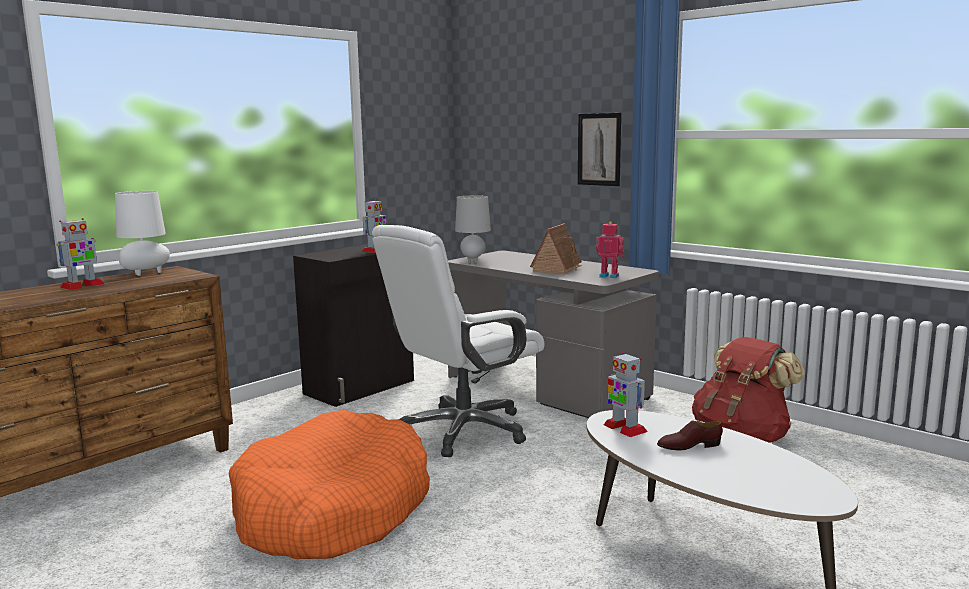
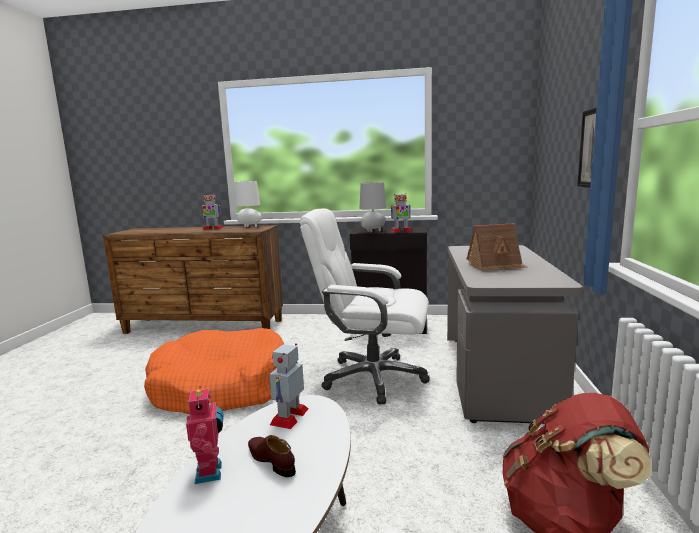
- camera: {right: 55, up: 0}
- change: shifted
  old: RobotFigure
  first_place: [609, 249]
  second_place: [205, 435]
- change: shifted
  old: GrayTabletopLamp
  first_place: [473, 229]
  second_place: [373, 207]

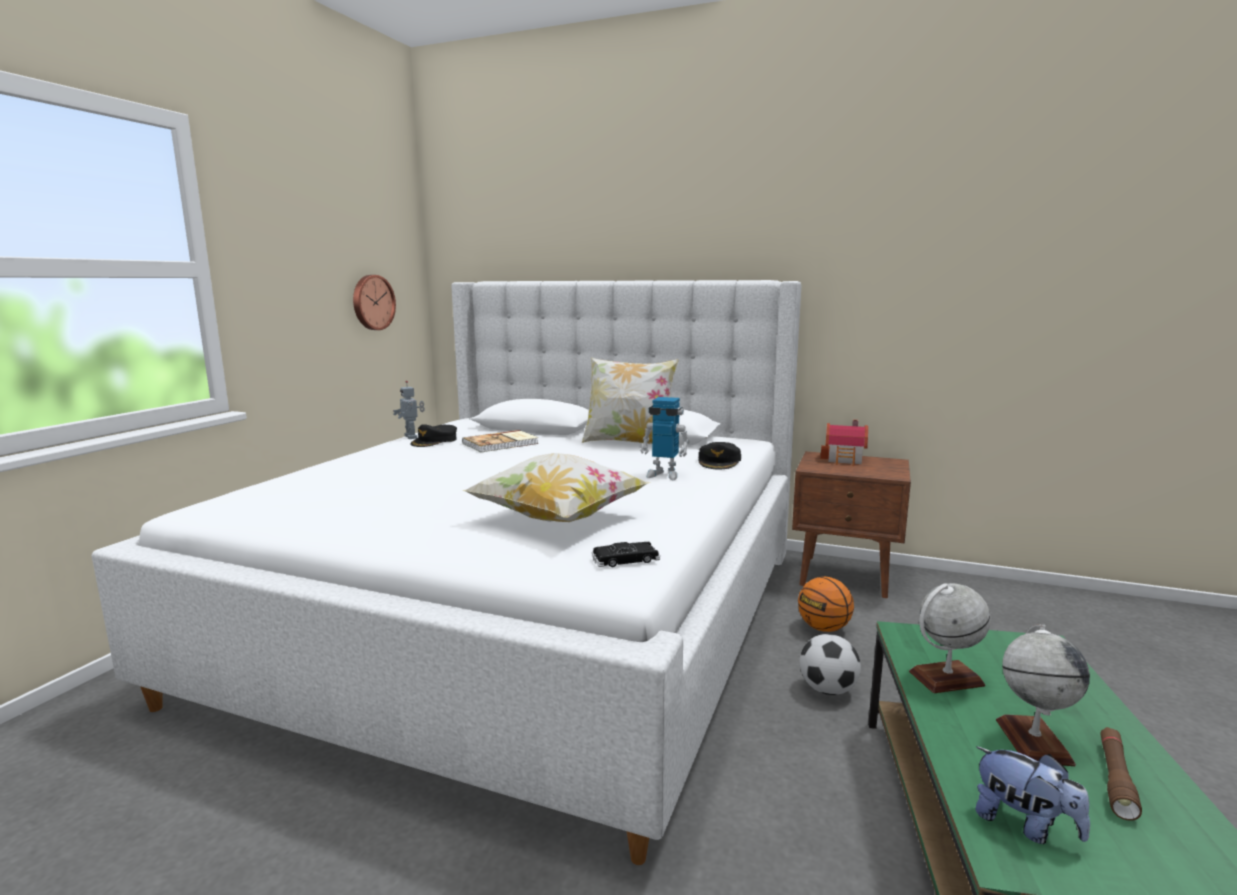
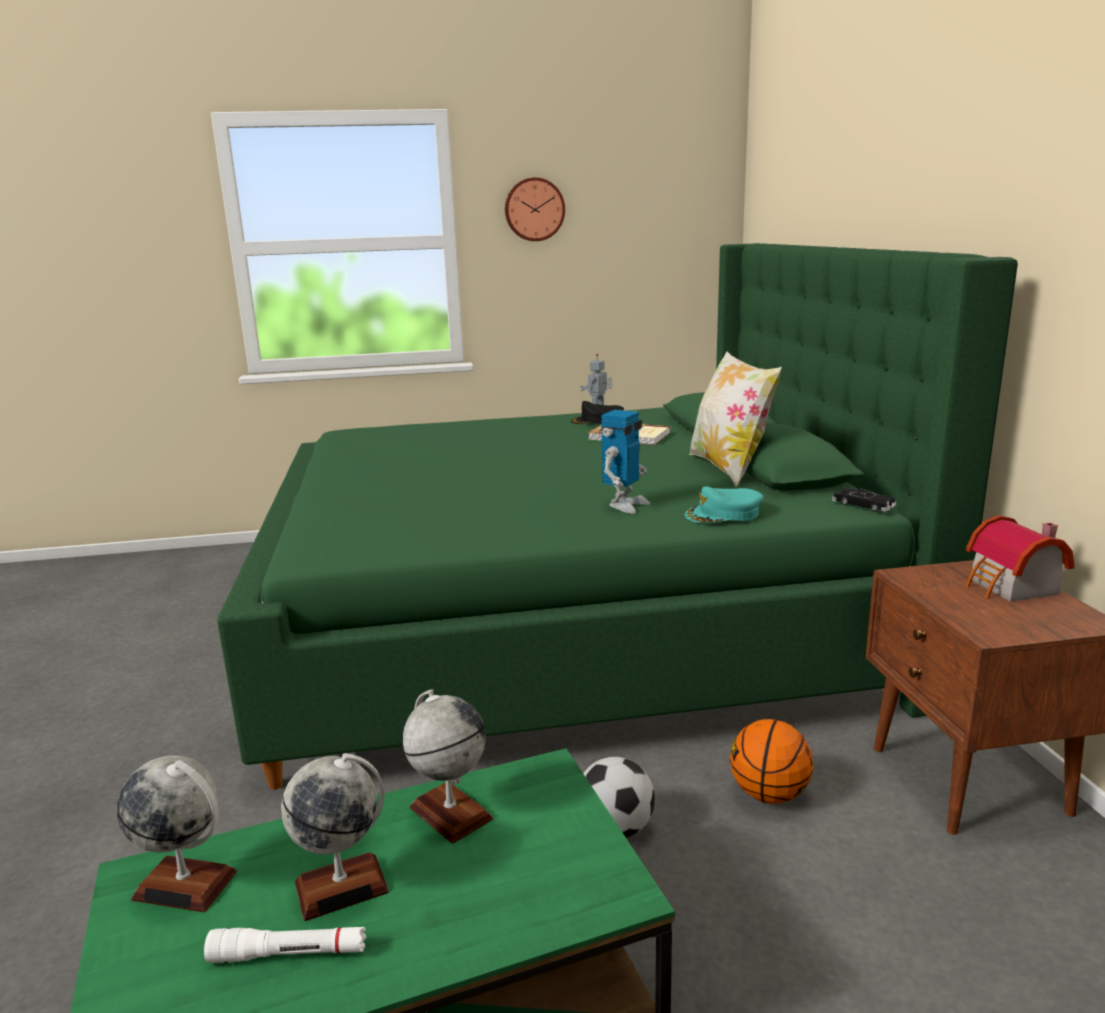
- camera: {right: 60, up: 5}
- change: swapped
  old: SoftToy
  new: WorldGlobe
  first_place: [1032, 795]
  second_place: [177, 833]
- change: repainted
  old: BrownTorch
  new: WhiteColouredTorch
  first_place: [1121, 774]
  second_place: [285, 945]
- change: repainted
  old: WhiteColouredBed
  new: GreenColouredBed
  first_place: [447, 572]
  second_place: [617, 516]
- change: shifted
  old: WallClock
  first_place: [374, 302]
  second_place: [535, 209]
- change: rotated
  old: RobotFigure
  first_place: [665, 438]
  second_place: [625, 462]
  degrees: -135
- change: repainted
  old: BlackCap
  new: TurquoiseCap
  first_place: [720, 455]
  second_place: [724, 504]
- change: shifted
  old: BlackMiniatureCar
  first_place: [626, 554]
  second_place: [864, 500]
- change: gone
  old: ThrowPillow
  first_place: [556, 487]

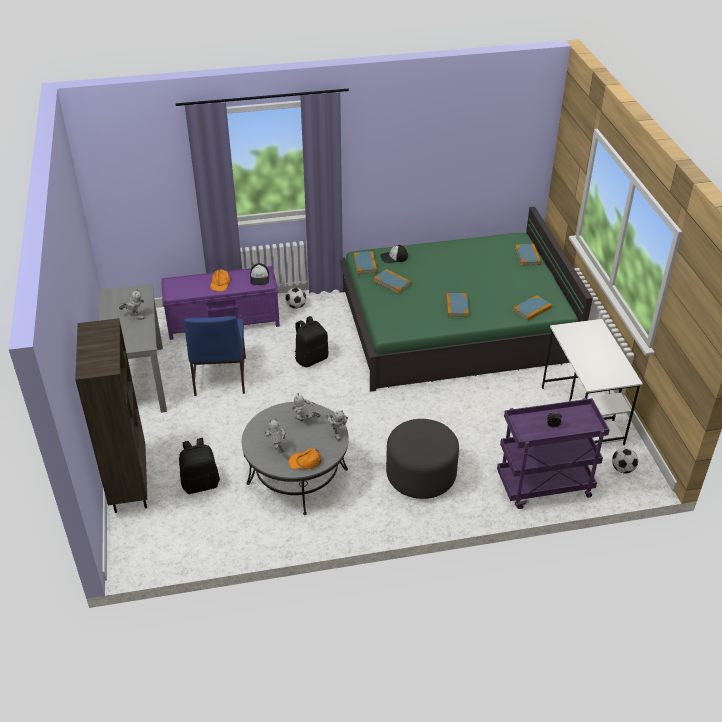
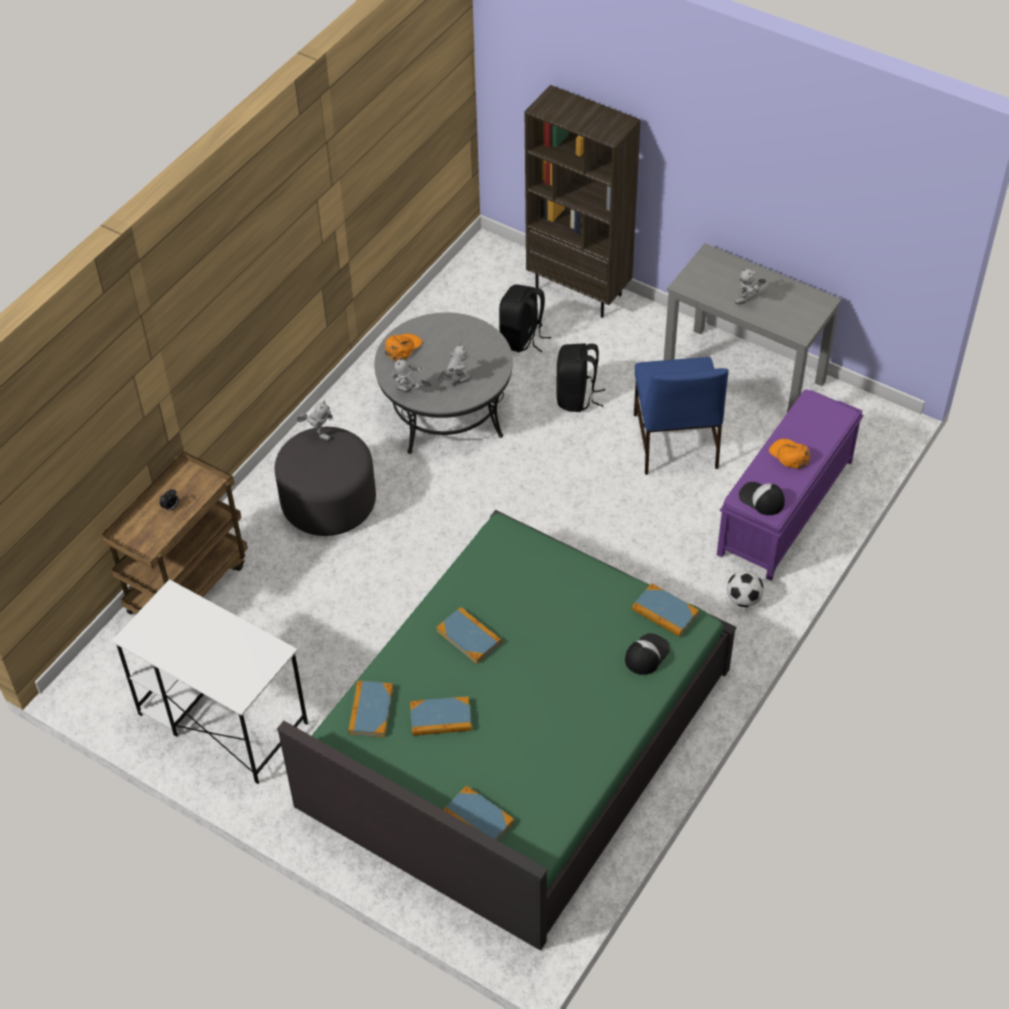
- camera: {right: 135, up: 10}
- change: repainted
  old: PurpleCart
  new: BrownCart
  first_place: [553, 453]
  second_place: [174, 532]
- change: shifted
  old: RobotFigure
  first_place: [275, 435]
  second_place: [315, 421]
- change: shifted
  old: Volume
  first_place: [392, 281]
  second_place: [441, 716]
- change: shifted
  old: BlackBackpack
  first_place: [311, 341]
  second_place: [581, 377]
- change: rotated
  old: BlueColouredPlainChair
  first_place: [215, 356]
  second_place: [681, 416]
  degrees: -135
- change: gone
  old: BallForFootball
  first_place: [625, 460]

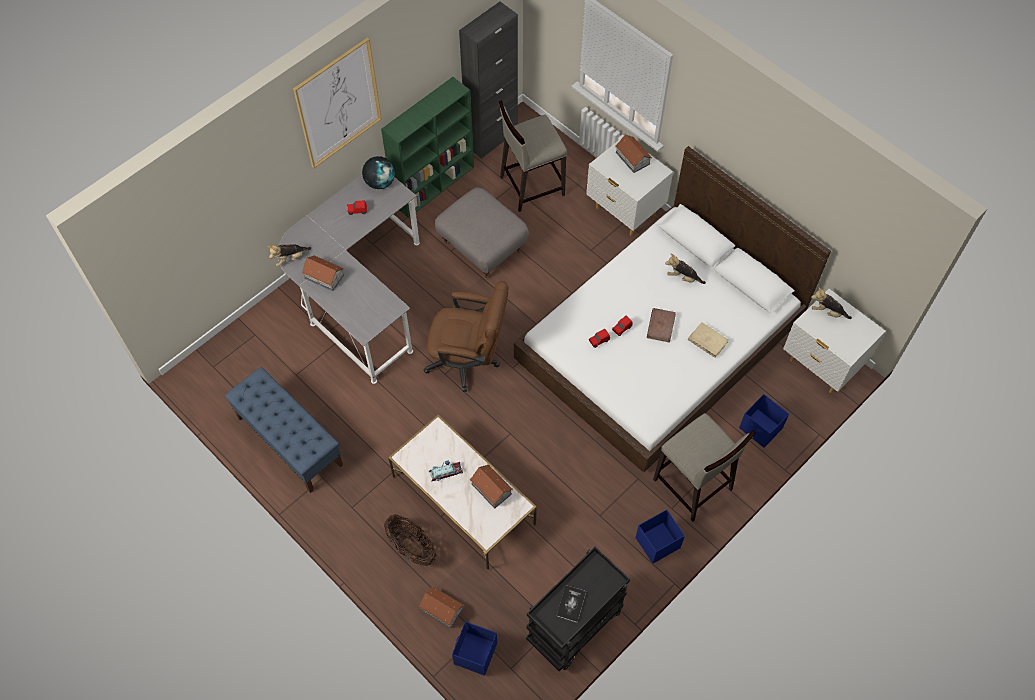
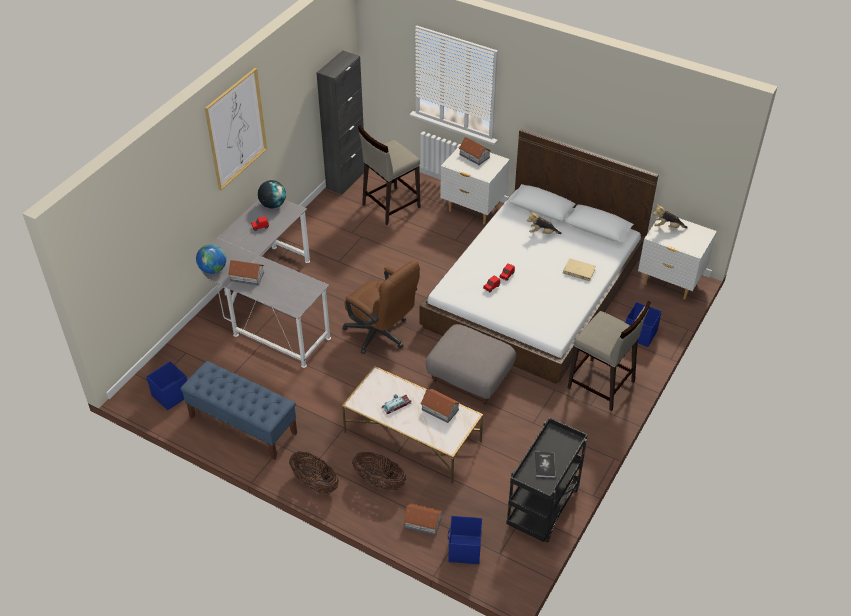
- camera: {right: -15, up: -15}
- change: shifted
  old: BlueColouredStorageBin
  first_place: [660, 537]
  second_place: [166, 385]
- change: swapped
  old: SoftToy
  new: WorldGlobe
  first_place: [289, 255]
  second_place: [211, 259]
- change: new
  new: HouseholdBasket
  second_place: [314, 472]
- change: rotated
  old: BrownComputerChair
  first_place: [466, 336]
  second_place: [381, 307]
  degrees: 45
- change: shifted
  old: GrayPouffe
  first_place: [482, 233]
  second_place: [470, 365]
- change: gone
  old: GreenColouredBookshelf
  first_place: [427, 147]
- change: gone
  old: BrownVolume
  first_place: [661, 325]

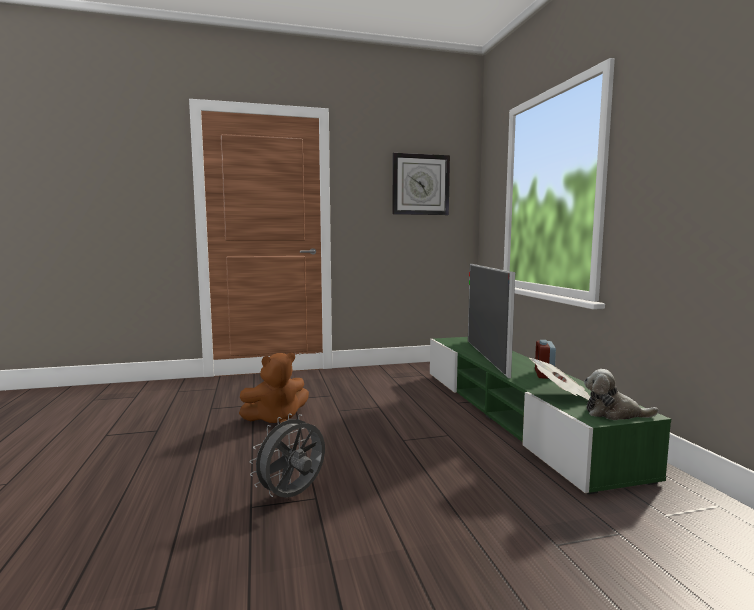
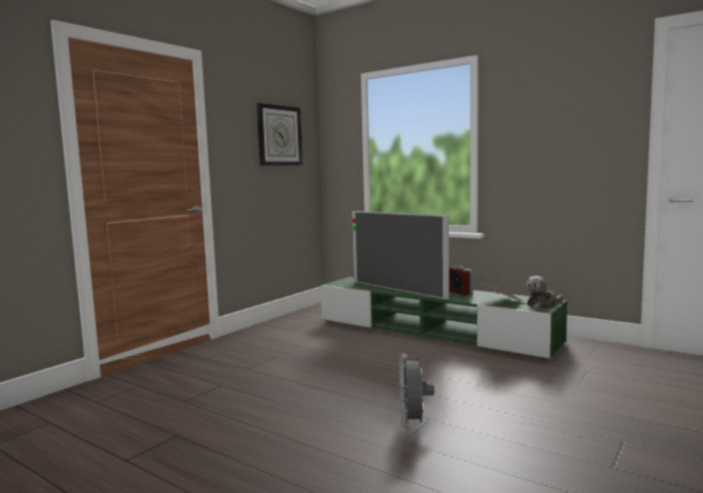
- camera: {right: -40, up: 0}
- change: gone
  old: BrownSoftToy
  first_place: [274, 388]

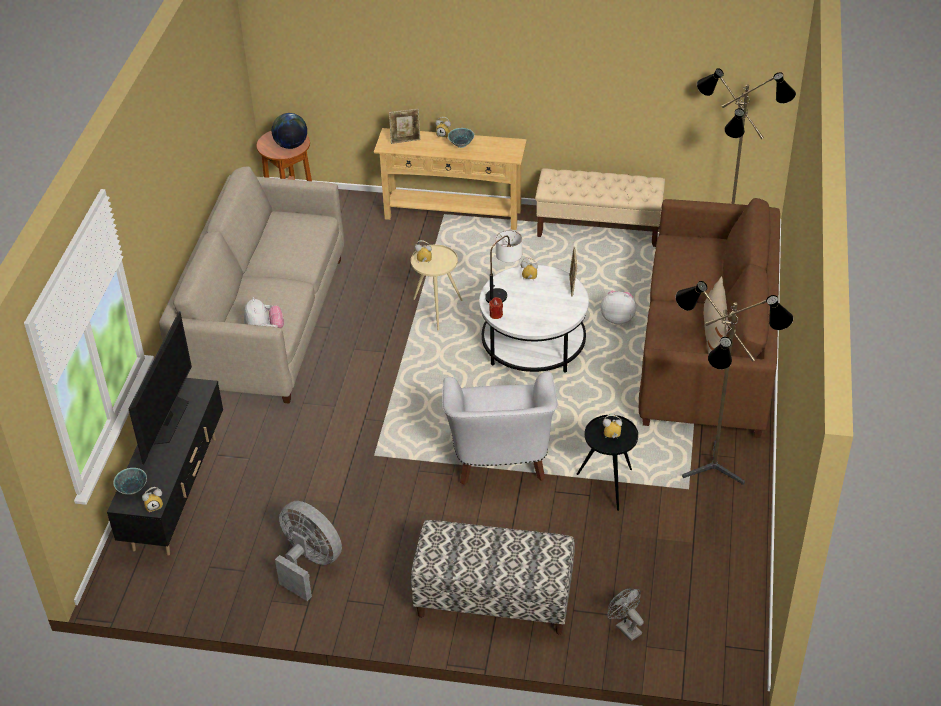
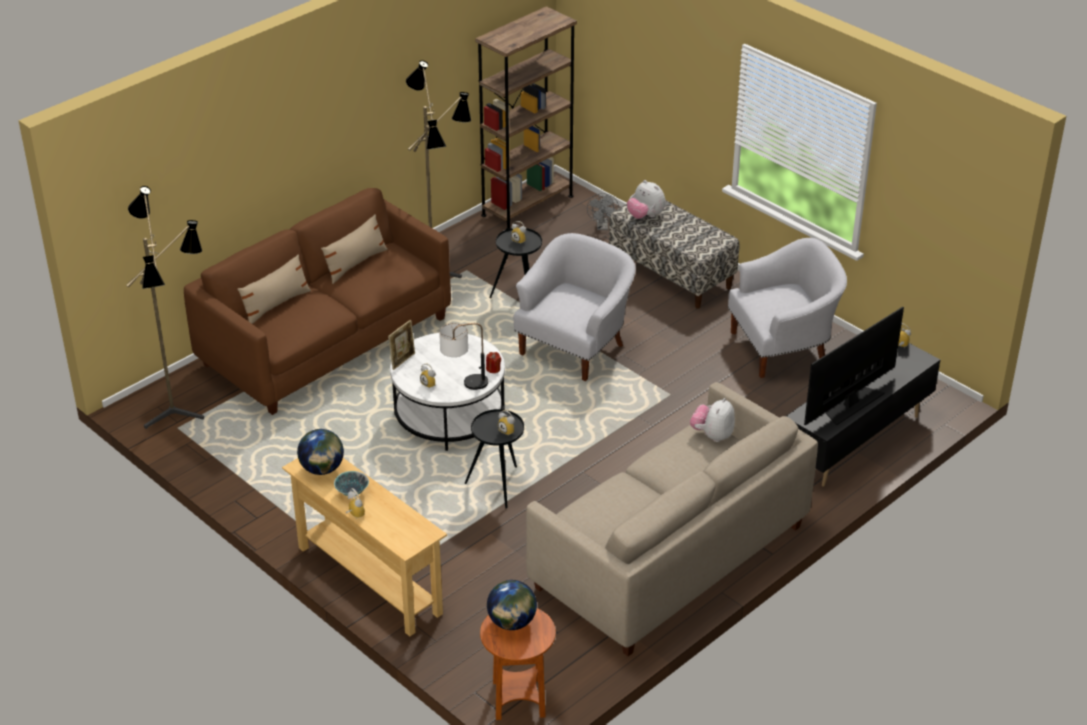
- camera: {right: -145, up: -5}
- change: new
  new: BeigeThrowPillow
  second_place: [274, 289]
- change: new
  new: WorldGlobe
  second_place: [320, 452]
- change: repainted
  old: BeigeEndTable
  new: BlackEndTable
  first_place: [437, 287]
  second_place: [494, 459]
- change: new
  new: BrownBookshelf
  second_place: [526, 118]
- change: shifted
  old: SoftToy
  first_place: [618, 307]
  second_place: [646, 199]
- change: swapped
  old: GrayFan
  new: WhiteColouredEasyChair
  first_place: [308, 551]
  second_place: [787, 308]
- change: gone
  old: DeepDish
  first_place: [130, 481]
- change: gone
  old: PhotoFrame
  first_place: [404, 126]
- change: gone
  old: BeigeIndoorBench
  first_place: [600, 207]

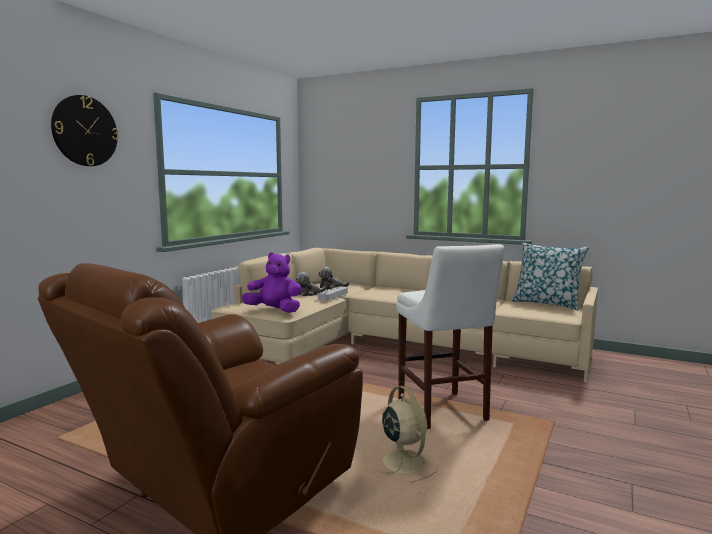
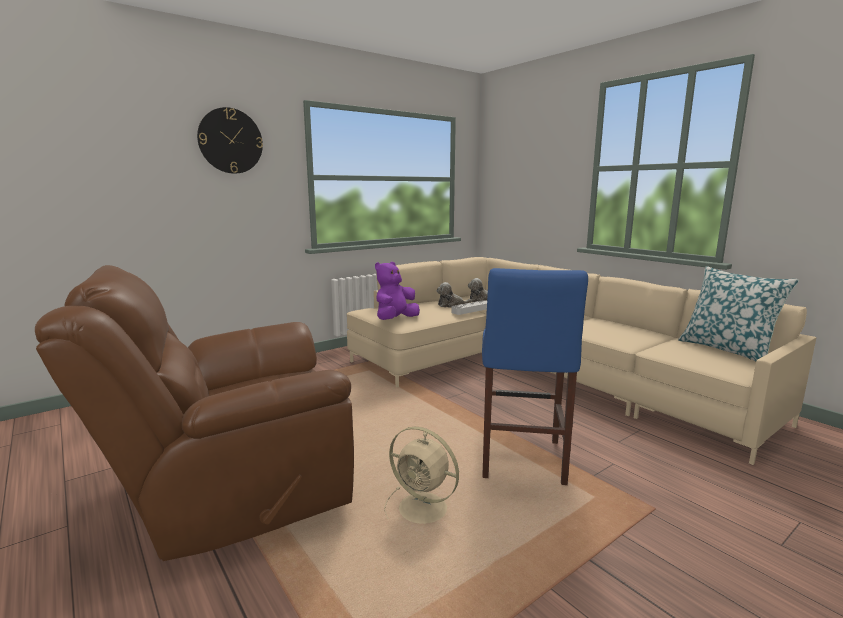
- camera: {right: 25, up: 5}
- change: rotated
  old: PurpleSoftToy
  first_place: [272, 282]
  second_place: [397, 291]
  degrees: -90
- change: rotated
  old: BeigeFan
  first_place: [407, 434]
  second_place: [421, 475]
  degrees: 120
- change: repainted
  old: WhiteColouredSittingStool
  new: BlueColouredSittingStool
  first_place: [450, 336]
  second_place: [535, 376]

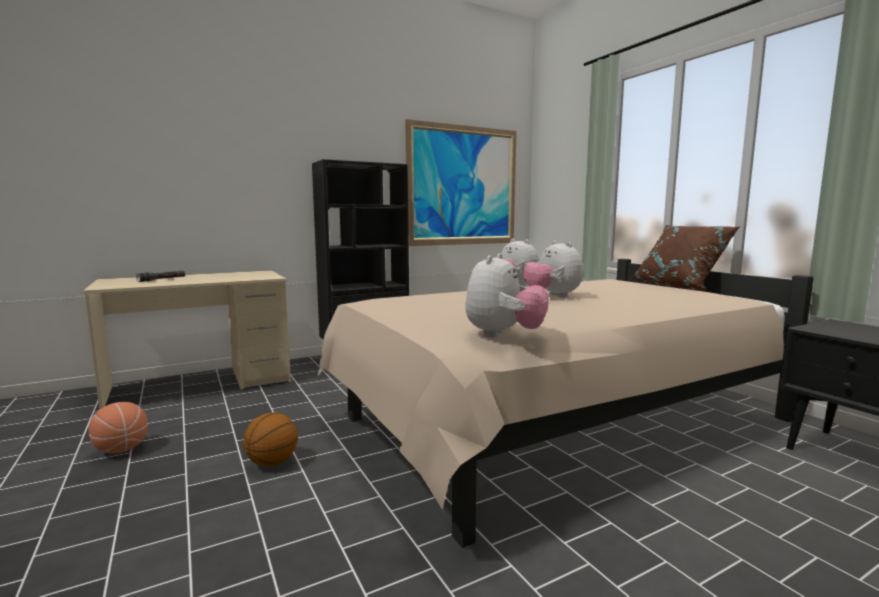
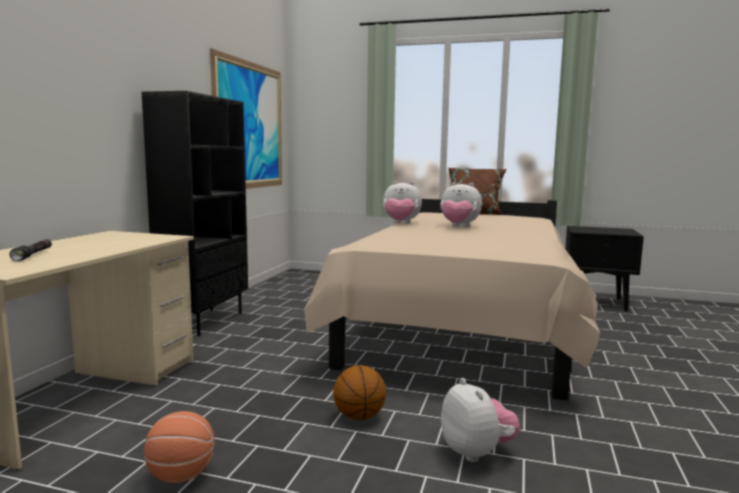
- camera: {right: -45, up: 0}
- change: shifted
  old: SoftToy
  first_place: [507, 295]
  second_place: [480, 420]

